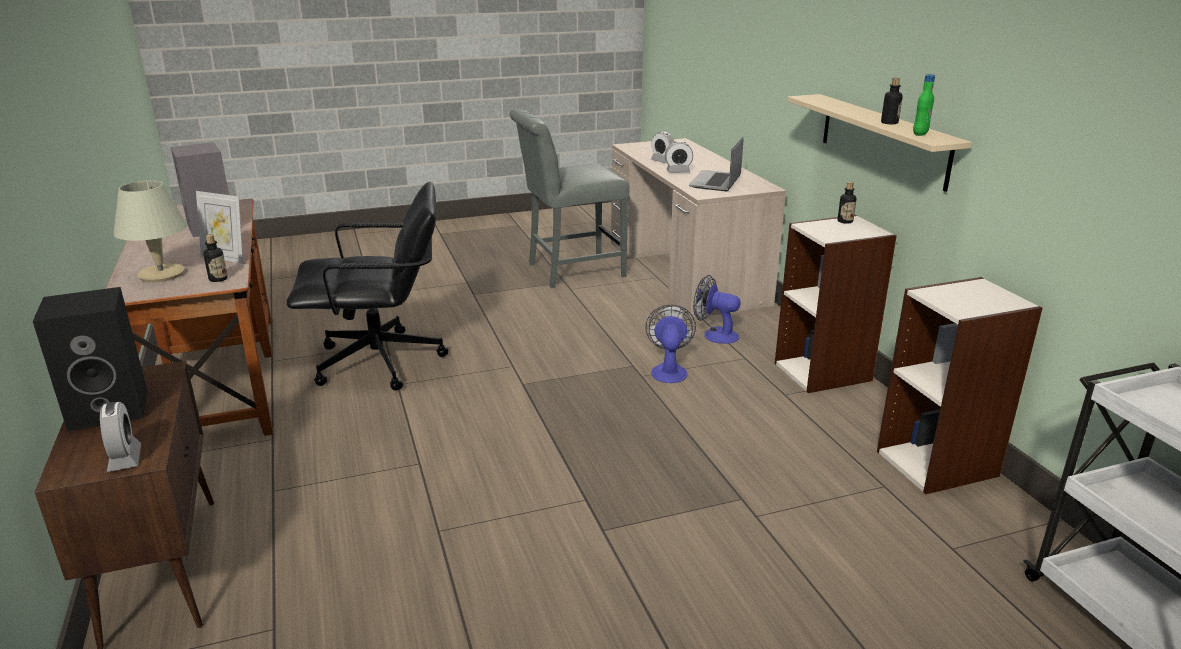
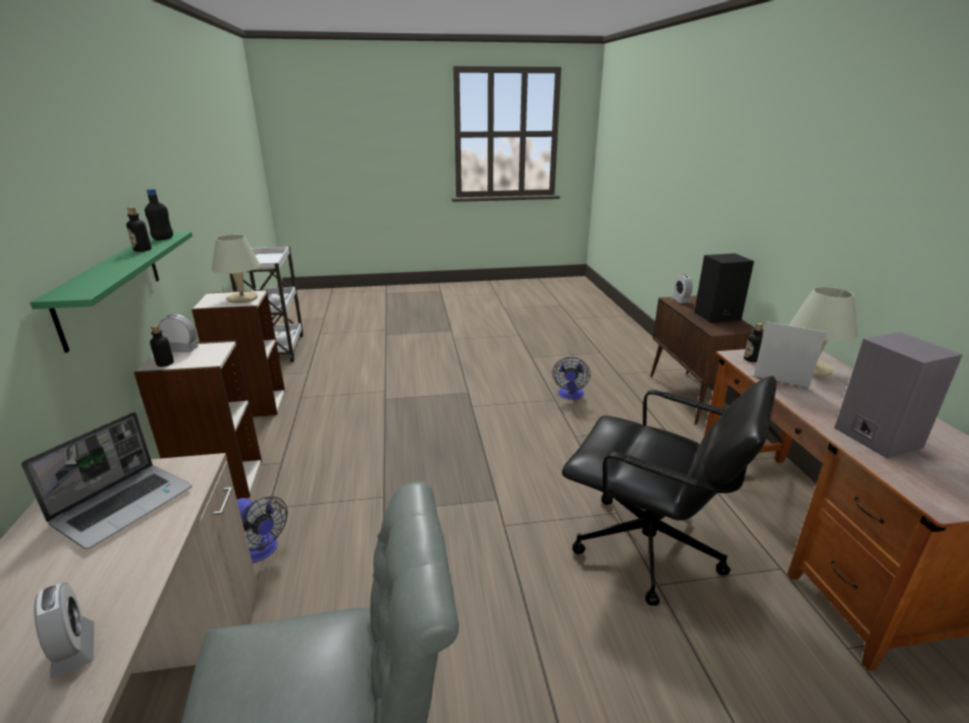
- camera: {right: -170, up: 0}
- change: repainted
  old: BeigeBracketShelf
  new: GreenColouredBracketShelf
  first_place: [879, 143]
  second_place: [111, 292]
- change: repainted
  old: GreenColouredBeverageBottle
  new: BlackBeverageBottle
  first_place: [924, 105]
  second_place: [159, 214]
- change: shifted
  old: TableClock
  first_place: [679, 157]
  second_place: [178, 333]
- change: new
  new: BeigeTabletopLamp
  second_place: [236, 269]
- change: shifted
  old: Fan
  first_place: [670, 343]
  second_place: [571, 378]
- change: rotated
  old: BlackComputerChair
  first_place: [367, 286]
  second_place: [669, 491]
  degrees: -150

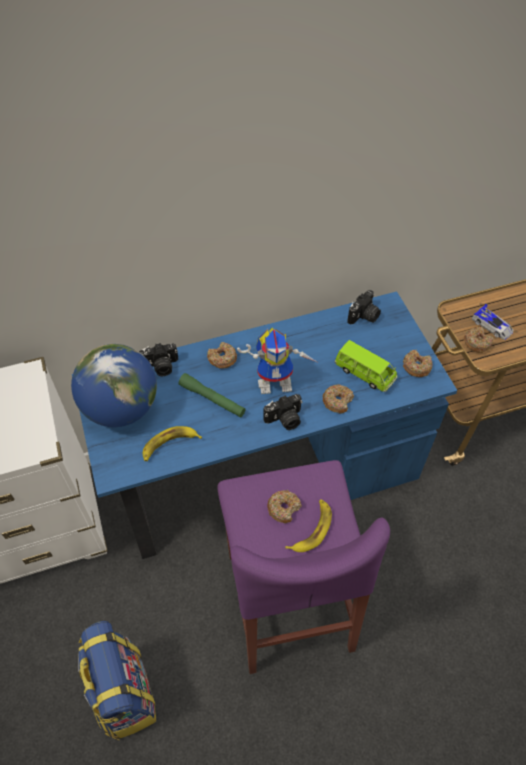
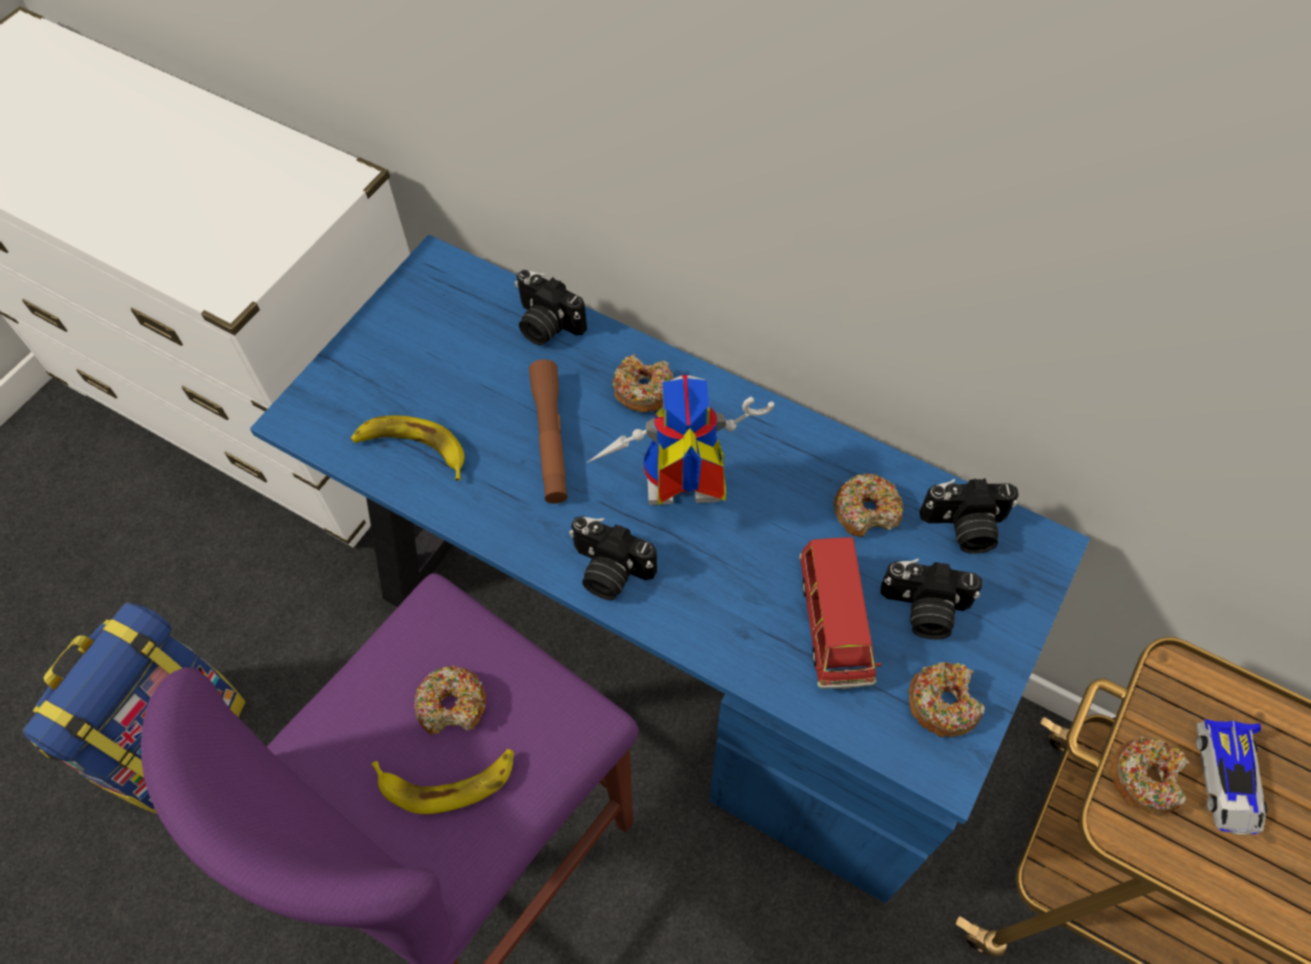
- camera: {right: 50, up: 5}
- change: repainted
  old: GreenColouredTorch
  new: BrownTorch
  first_place: [212, 395]
  second_place: [548, 431]
- change: rotated
  old: RobotFigure
  first_place: [277, 361]
  second_place: [680, 440]
  degrees: 135
- change: repainted
  old: GreenColouredMiniatureCar
  new: RedColouredMiniatureCar
  first_place: [366, 366]
  second_place: [840, 613]
- change: shifted
  old: RingDoughnut
  first_place: [338, 399]
  second_place: [868, 505]
- change: new
  new: PhotoCamera
  second_place: [931, 599]
- change: gone
  old: WorldGlobe
  first_place: [114, 385]

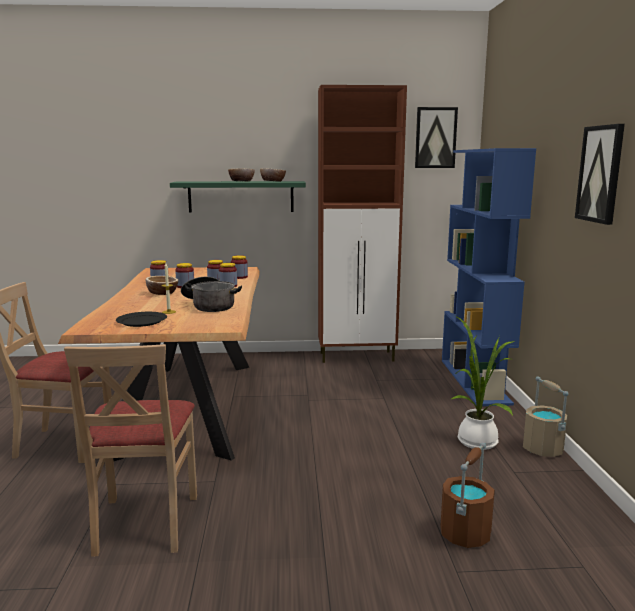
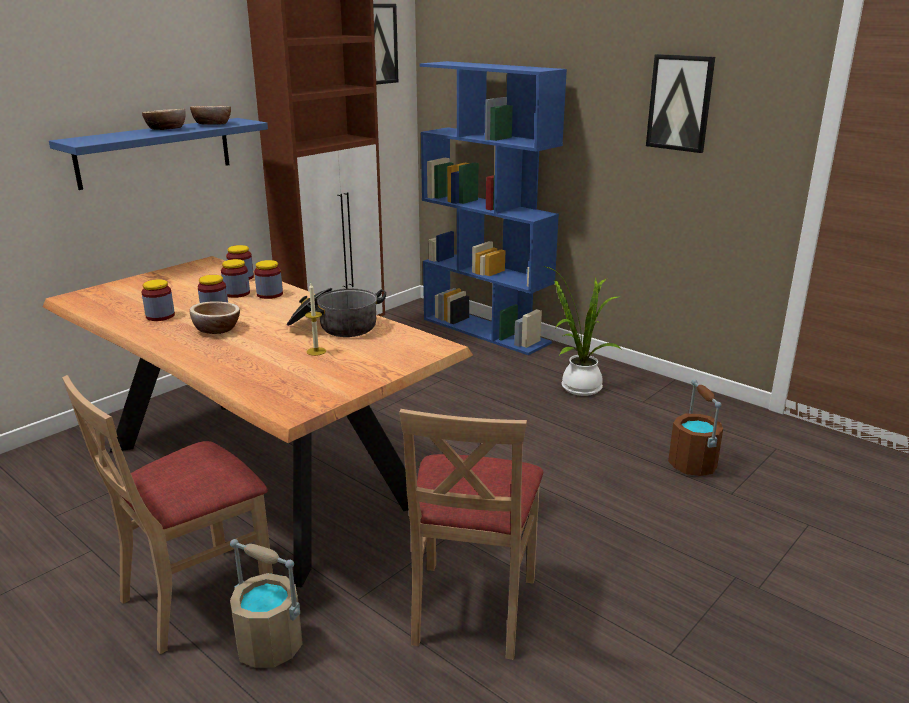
- camera: {right: -45, up: 10}
- change: repainted
  old: GreenColouredBracketShelf
  new: BlueColouredBracketShelf
  first_place: [238, 196]
  second_place: [158, 154]
- change: shifted
  old: BeigeWaterBucket
  first_place: [546, 417]
  second_place: [266, 603]
- change: rotated
  old: BeigePlainChair
  first_place: [130, 450]
  second_place: [471, 534]
  degrees: 60
- change: gone
  old: BlackPlate
  first_place: [141, 319]

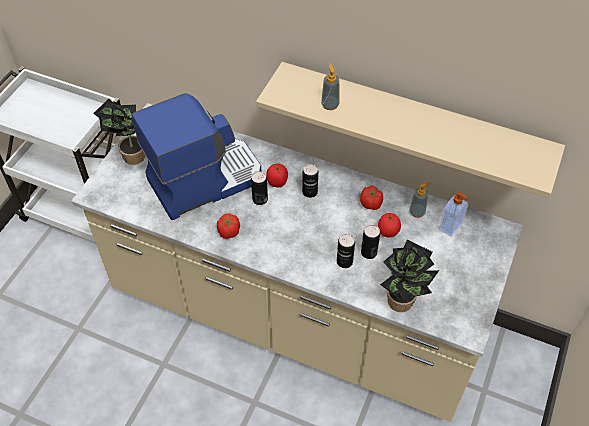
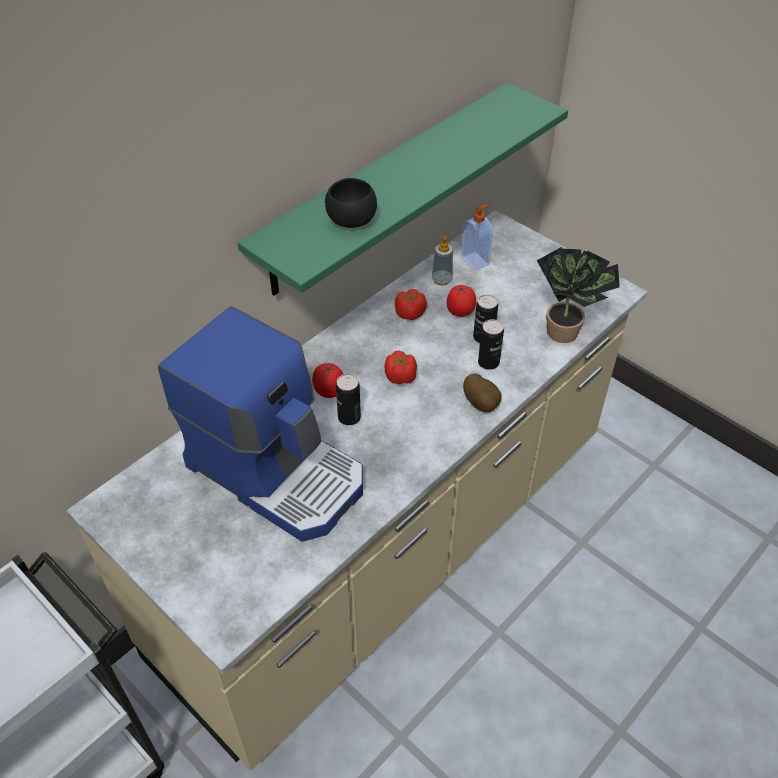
- camera: {right: -70, up: -5}
- change: rotated
  old: CoffeeBrewer
  first_place: [196, 156]
  second_place: [260, 424]
  degrees: 135
- change: repainted
  old: BeigeBracketShelf
  new: GreenColouredBracketShelf
  first_place: [410, 130]
  second_place: [403, 189]
- change: swapped
  old: SoapDispenser
  new: BlackDeepDish
  first_place: [330, 86]
  second_place: [351, 203]
- change: shifted
  old: WholeTomato
  first_place: [228, 226]
  second_place: [401, 367]
- change: new
  new: Potato
  second_place: [482, 392]
- change: gone
  old: Houseplant
  first_place: [119, 132]
- change: gone
  old: Can
  first_place: [310, 181]

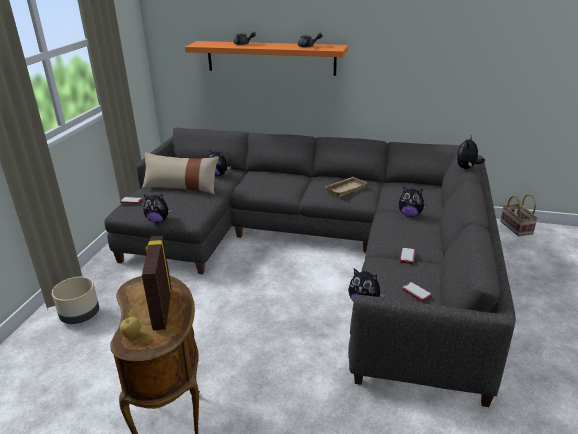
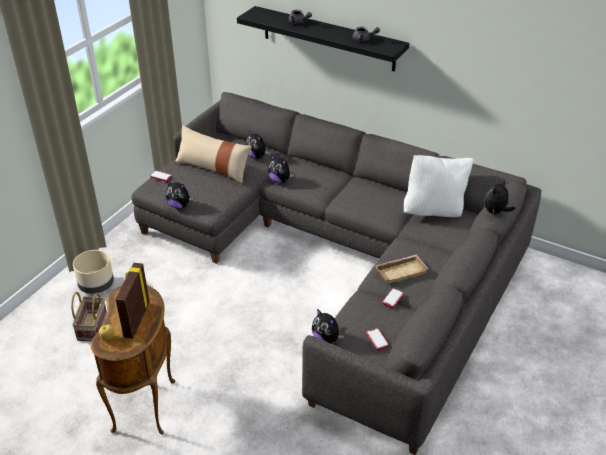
- camera: {right: 15, up: 10}
- change: shifted
  old: HouseholdBasket
  first_place: [519, 215]
  second_place: [89, 316]
- change: repainted
  old: OrangeyBracketShelf
  new: BlackBracketShelf
  first_place: [266, 58]
  second_place: [323, 38]
- change: shifted
  old: SoftToy
  first_place: [413, 201]
  second_place: [281, 169]
- change: shifted
  old: BeigeCarryingTray
  first_place: [346, 187]
  second_place: [402, 269]
- change: new
  new: WhiteColouredThrowPillow
  second_place: [439, 186]

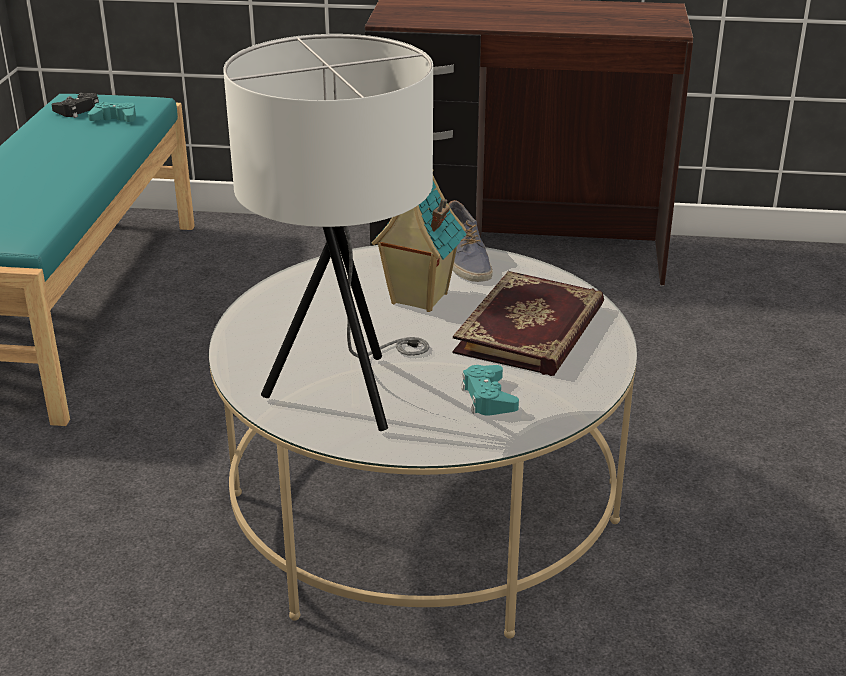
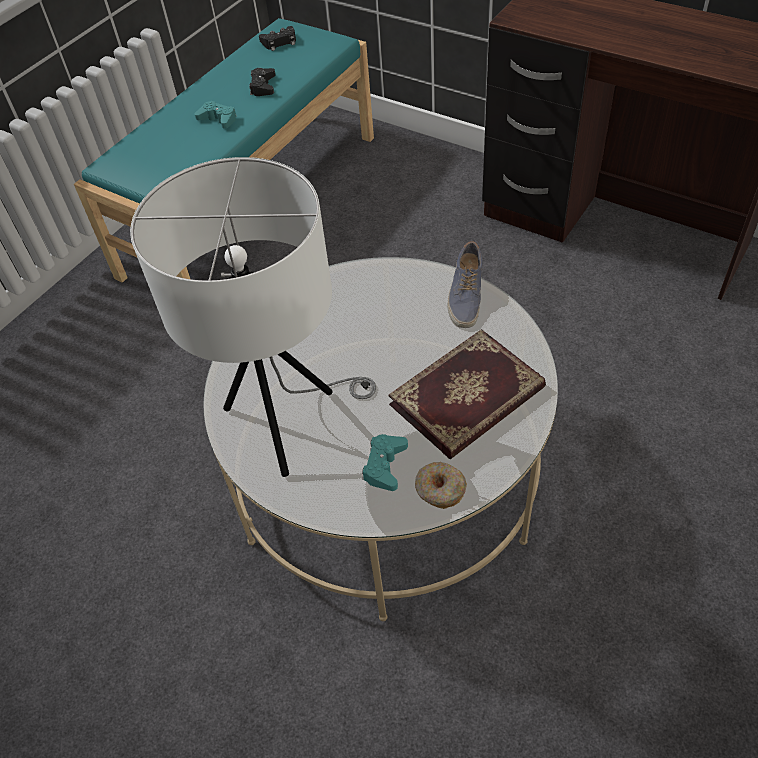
- camera: {right: 30, up: 20}
- change: shifted
  old: TurquoiseGameController
  first_place: [112, 112]
  second_place: [215, 115]
- change: new
  new: BlackGameController
  second_place: [262, 82]
- change: new
  new: RingDoughnut
  second_place: [441, 485]
- change: gone
  old: MiniatureHouse
  first_place: [419, 244]

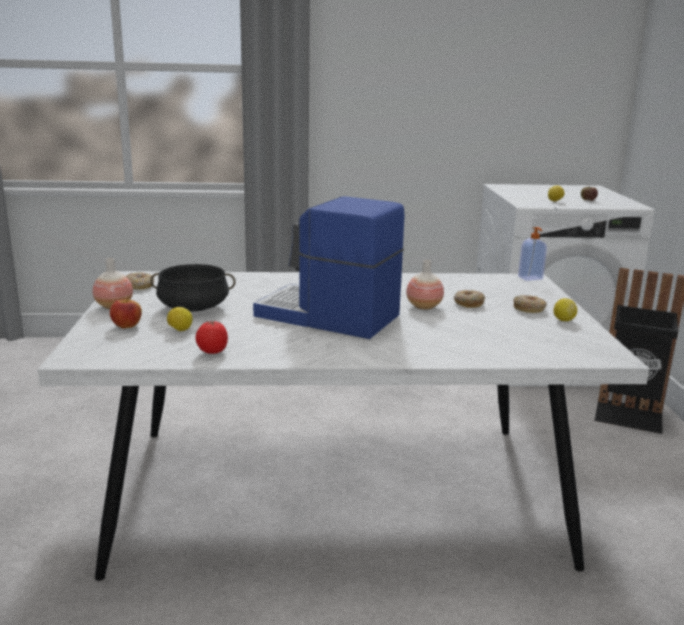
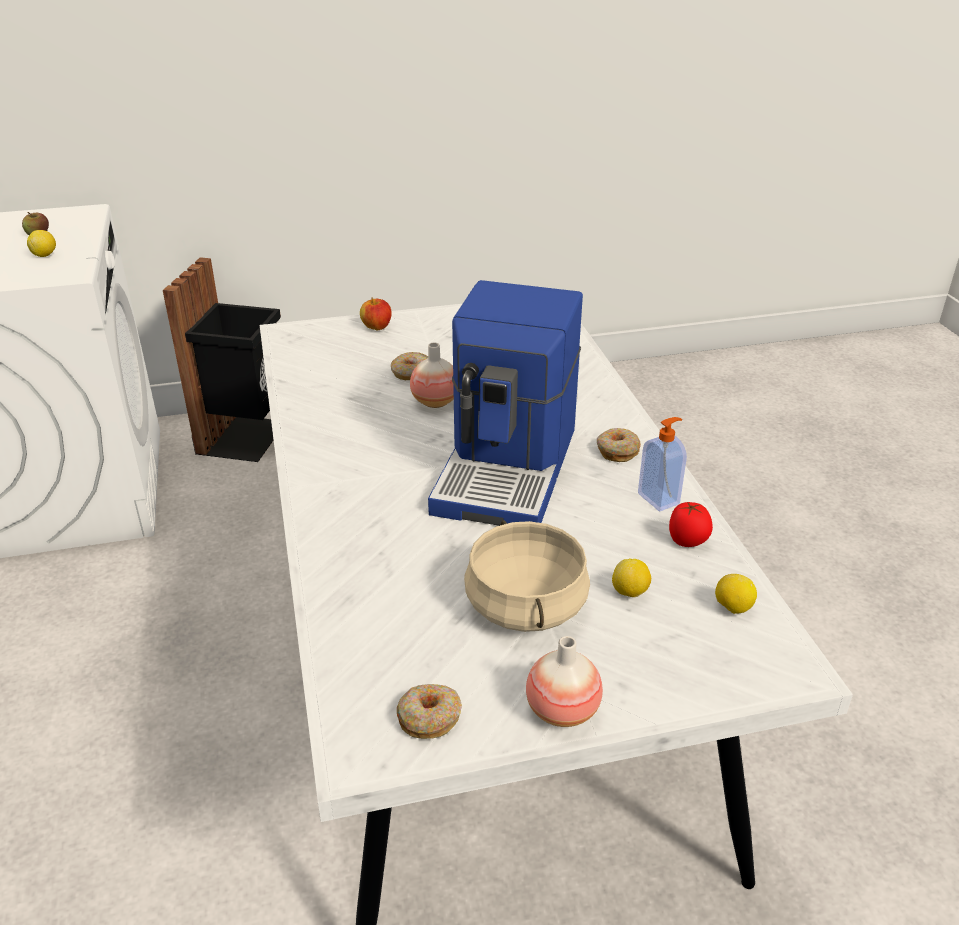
- camera: {right: -100, up: 15}
- change: shifted
  old: WholeApple
  first_place: [126, 313]
  second_place: [376, 314]
- change: repainted
  old: BlackStockpot
  new: BeigeStockpot
  first_place: [193, 288]
  second_place: [527, 576]
- change: shifted
  old: RingDoughnut
  first_place: [530, 304]
  second_place: [619, 445]
- change: shifted
  old: SoapDispenser
  first_place: [532, 254]
  second_place: [662, 464]
- change: shifted
  old: Lemon
  first_place: [565, 309]
  second_place: [736, 594]

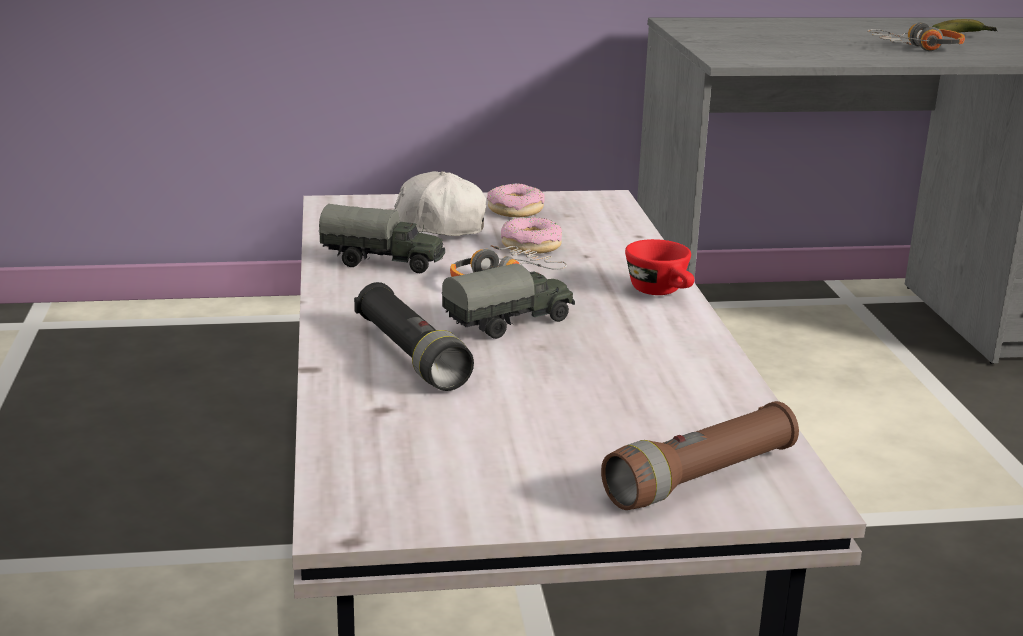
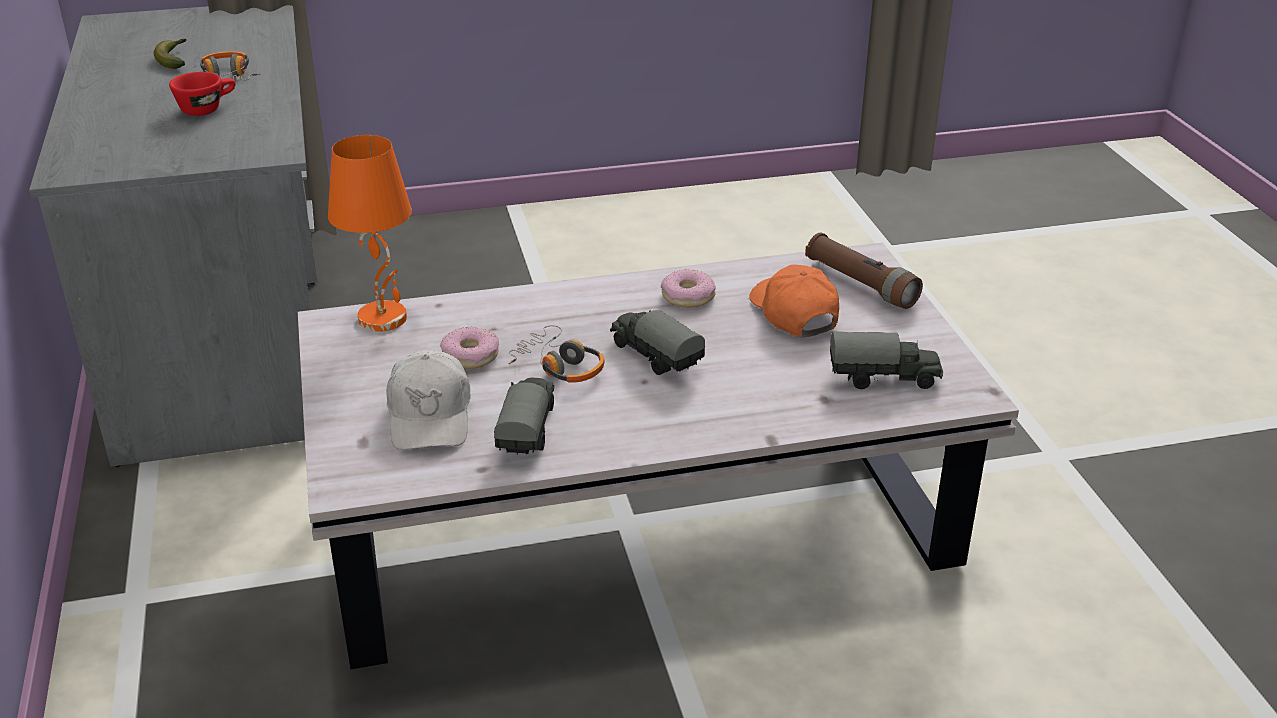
- camera: {right: -95, up: 10}
- change: shifted
  old: RedColouredDrinkingCup
  first_place: [659, 267]
  second_place: [202, 94]
- change: new
  new: OrangeyTabletopLamp
  second_place: [370, 233]
- change: shifted
  old: RingDoughnut
  first_place: [516, 200]
  second_place: [688, 288]
- change: new
  new: OrangeyCap
  second_place: [794, 301]
- change: new
  new: ToyLorry
  second_place: [886, 360]
- change: gone
  old: BlackTorch
  first_place: [414, 336]

